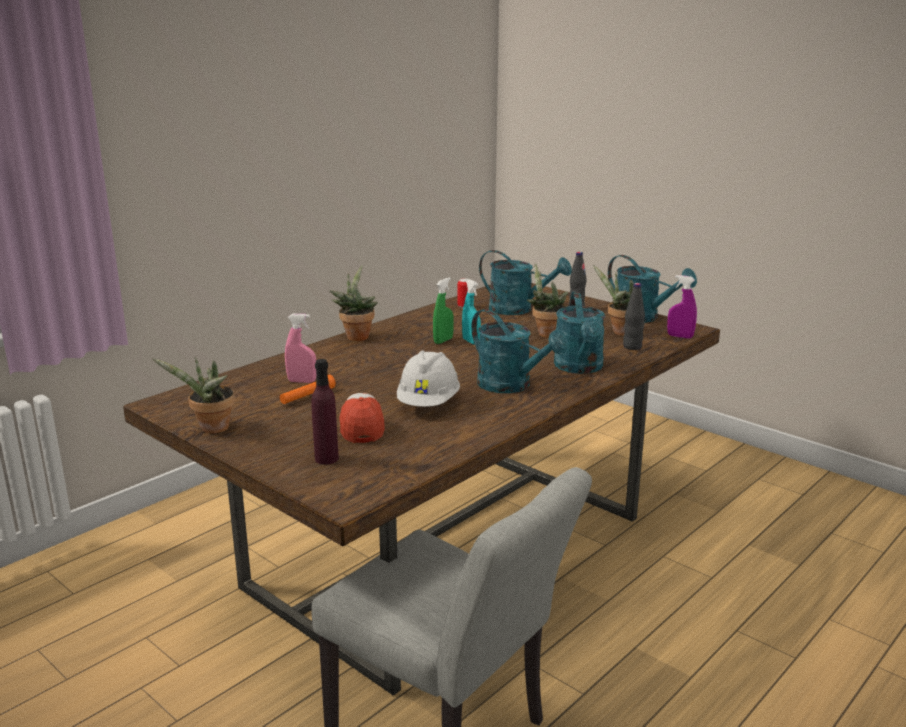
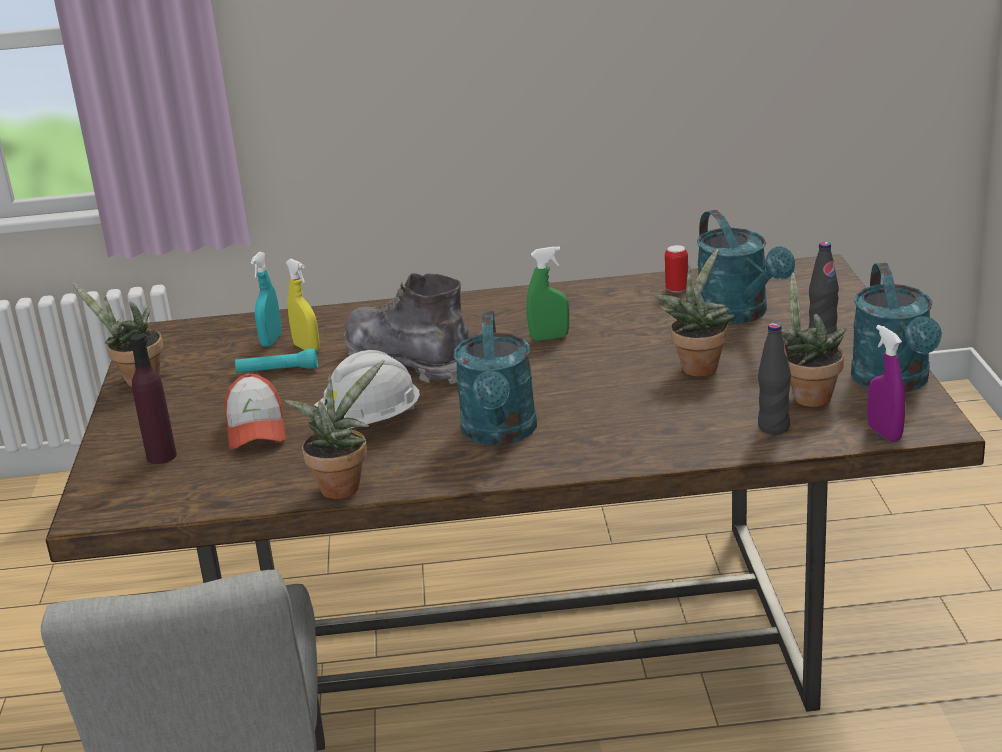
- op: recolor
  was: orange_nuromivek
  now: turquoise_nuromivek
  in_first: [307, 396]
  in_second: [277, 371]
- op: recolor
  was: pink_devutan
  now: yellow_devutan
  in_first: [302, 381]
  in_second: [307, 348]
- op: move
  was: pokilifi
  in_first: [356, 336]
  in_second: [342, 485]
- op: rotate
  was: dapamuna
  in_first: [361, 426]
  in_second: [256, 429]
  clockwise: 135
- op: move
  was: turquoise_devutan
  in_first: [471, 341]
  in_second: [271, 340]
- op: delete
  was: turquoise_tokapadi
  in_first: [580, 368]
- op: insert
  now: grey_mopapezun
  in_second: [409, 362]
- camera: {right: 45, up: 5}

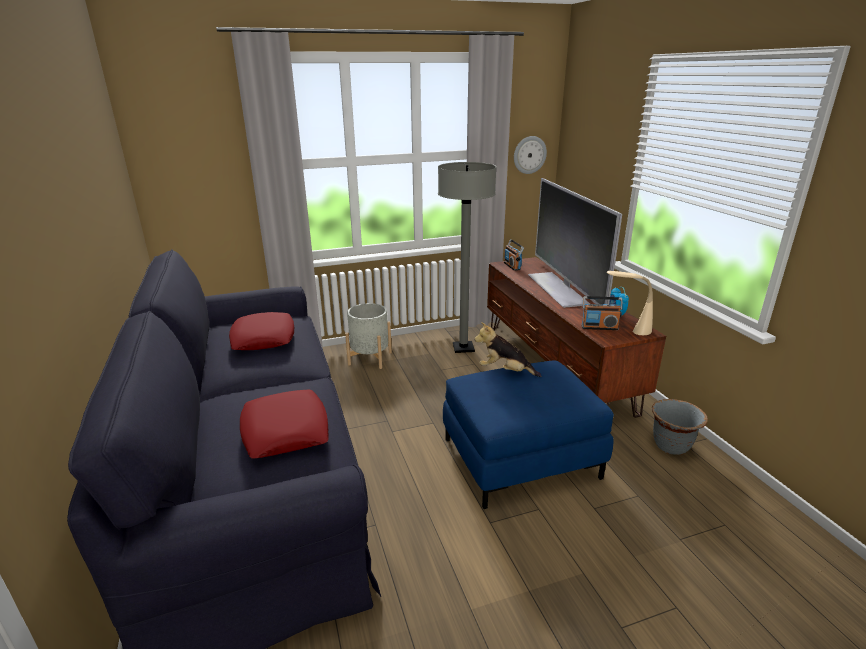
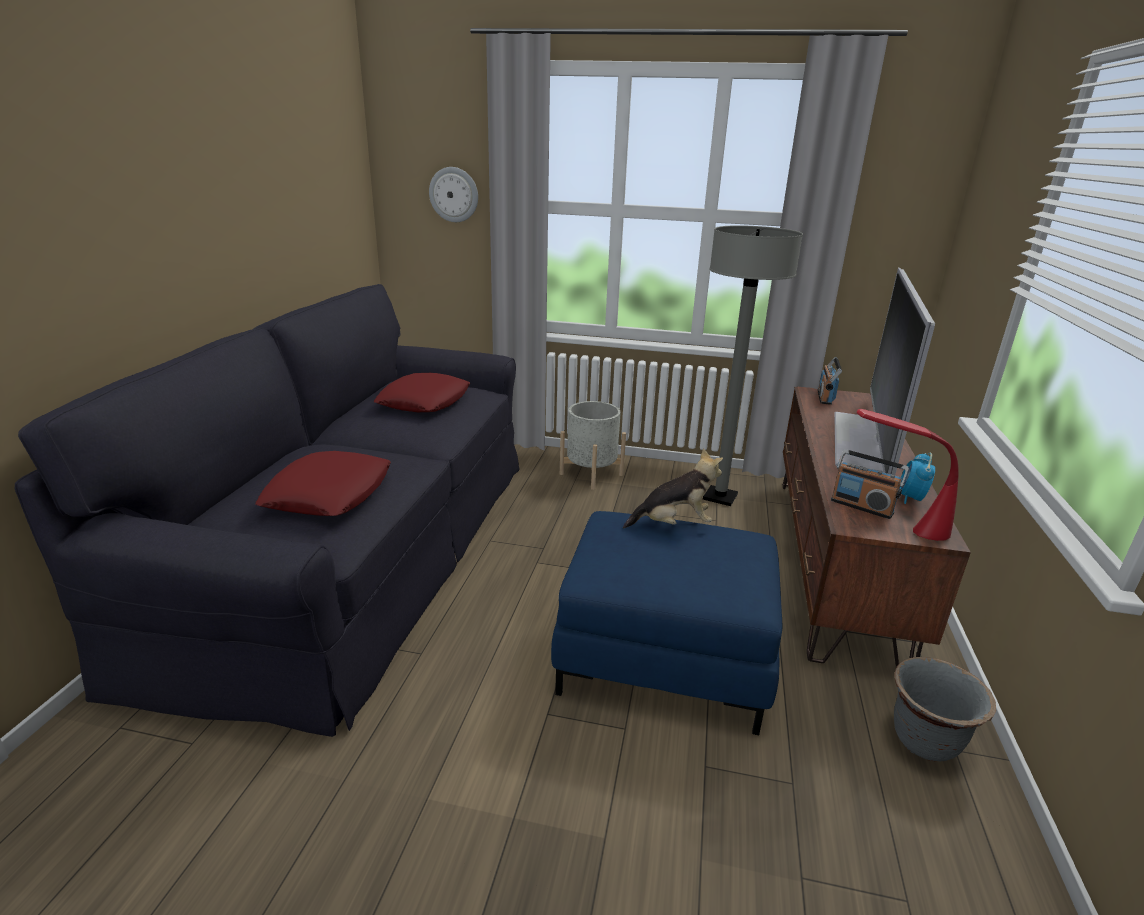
- op: rotate
  was: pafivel
  in_first: [505, 371]
  in_second: [673, 524]
  clockwise: 120
- op: move
  was: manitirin
  in_first: [529, 155]
  in_second: [454, 194]
- op: recolor
  was: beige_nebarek
  now: red_nebarek
  in_first: [624, 336]
  in_second: [889, 530]
- camera: {right: 30, up: 0}

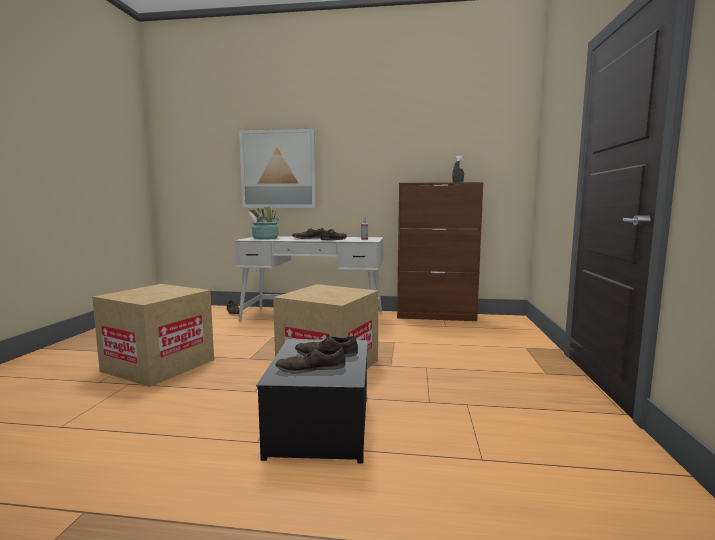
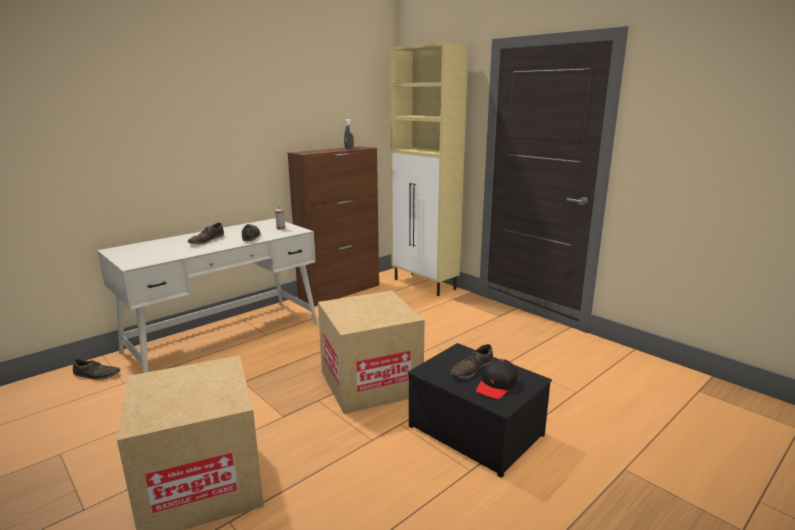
- op: delete
  was: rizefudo
  in_first: [278, 169]
- op: delete
  was: pokilifi
  in_first: [265, 238]
- op: replace
  was: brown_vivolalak
  now: black_dapamuna
  in_first: [311, 368]
  in_second: [496, 385]
- op: insert
  now: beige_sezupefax
  in_second: [425, 284]
- camera: {right: -50, up: 10}

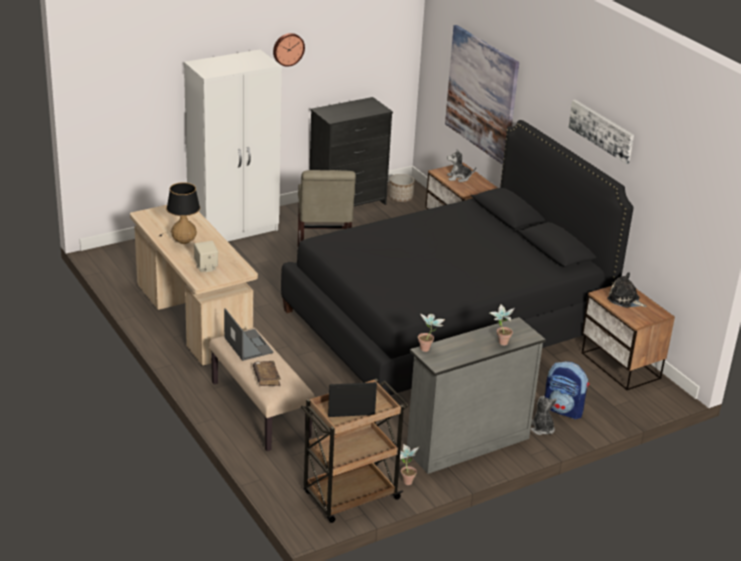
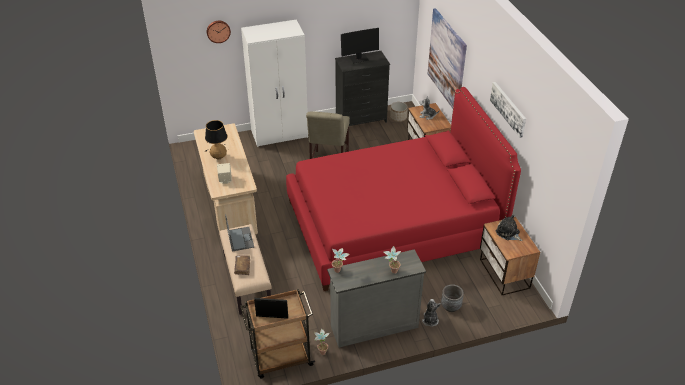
- op: move
  was: manitirin
  in_first: [288, 49]
  in_second: [218, 31]
- op: recolor
  was: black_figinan
  now: red_figinan
  in_first: [446, 324]
  in_second: [393, 225]
- op: replace
  was: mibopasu
  now: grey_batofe
  in_first: [563, 410]
  in_second: [451, 306]
- op: insert
  now: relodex
  in_second: [359, 59]
- camera: {right: 15, up: 10}

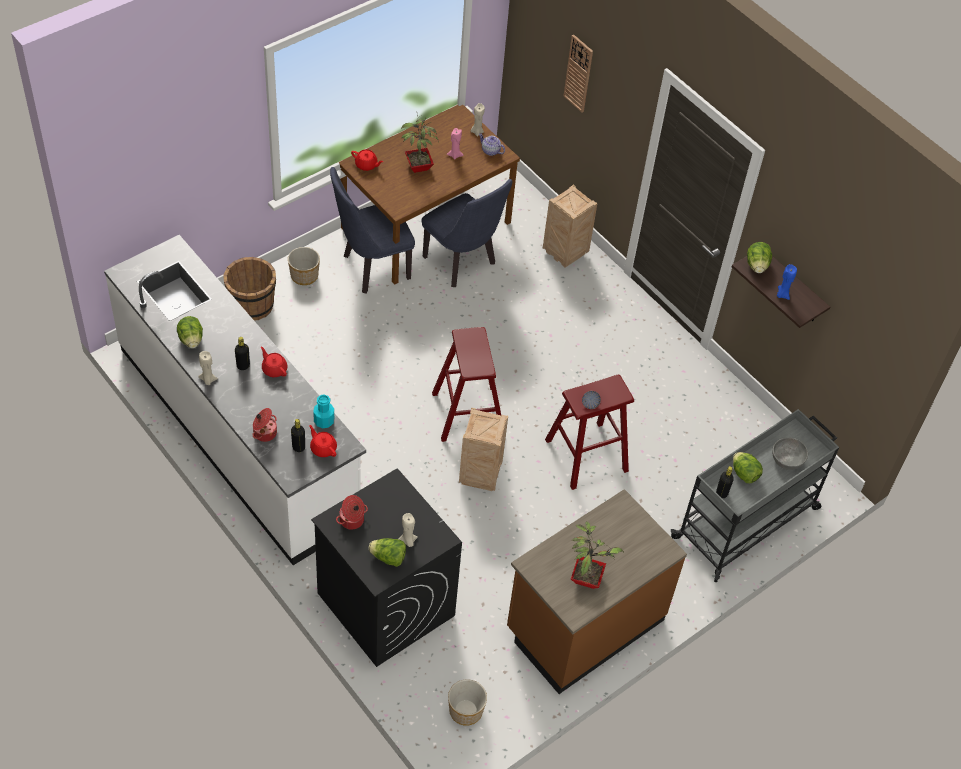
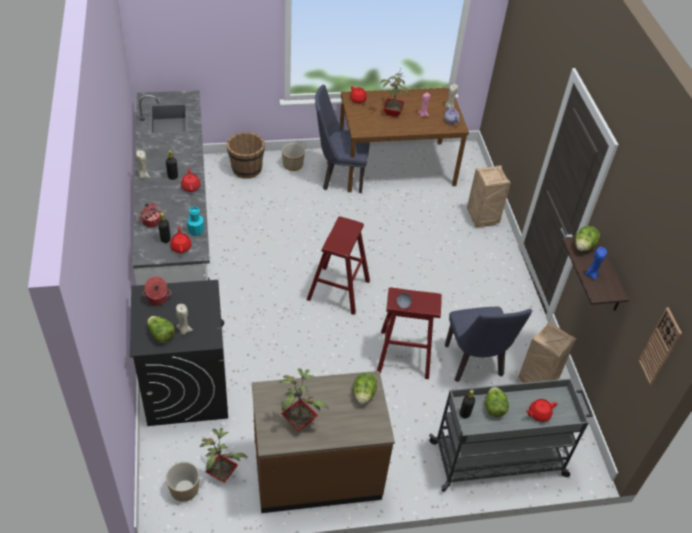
- op: move
  was: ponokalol
  in_first: [191, 340]
  in_second: [363, 394]
- op: move
  was: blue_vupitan
  in_first: [463, 264]
  in_second: [475, 365]
- op: move
  was: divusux
  in_first: [479, 474]
  in_second: [537, 379]
- op: move
  was: manitirin
  in_first: [578, 73]
  in_second: [660, 347]
- op: replace
  was: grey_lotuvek
  now: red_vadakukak
  in_first: [787, 459]
  in_second: [538, 414]
- op: insert
  now: pokilifi
  in_second: [223, 473]
- camera: {right: 30, up: -5}

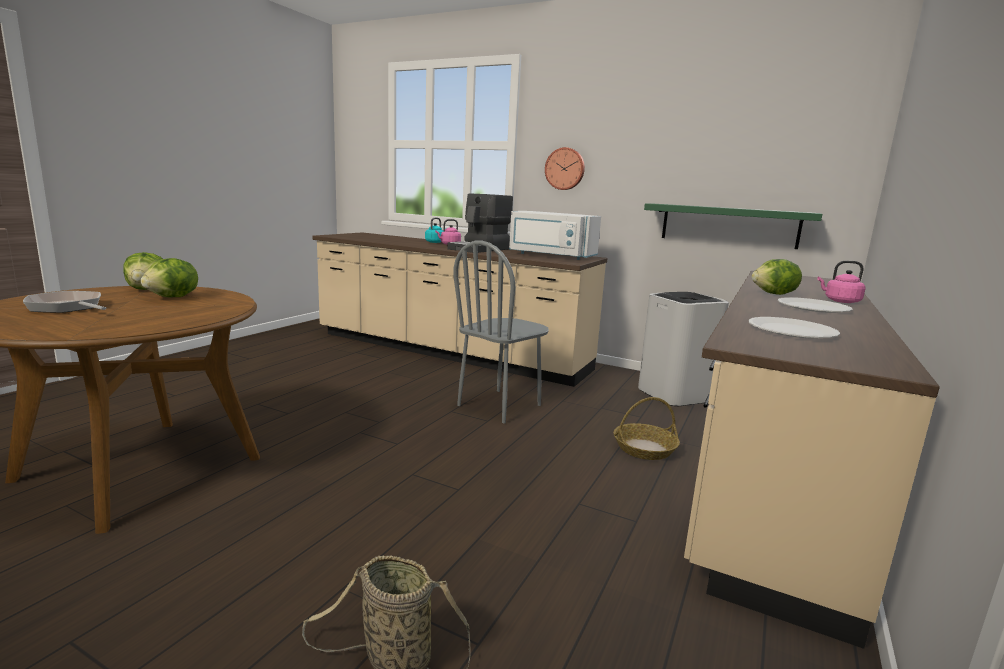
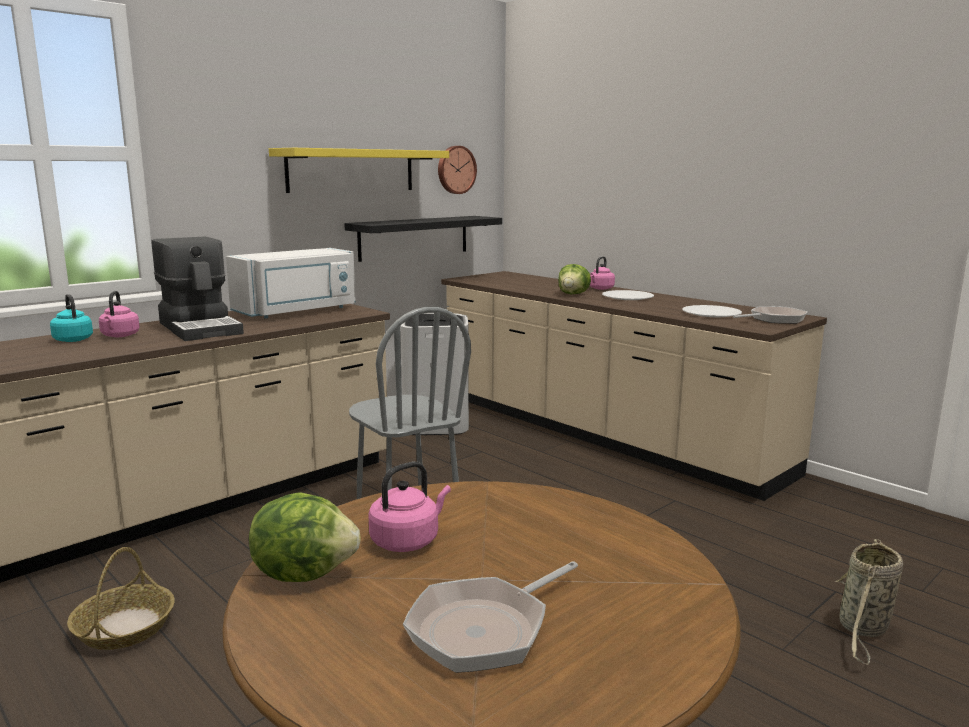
- op: replace
  was: ponokalol
  now: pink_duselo
  in_first: [174, 297]
  in_second: [408, 540]
- op: move
  was: manitirin
  in_first: [565, 169]
  in_second: [455, 170]
- op: move
  was: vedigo
  in_first: [644, 448]
  in_second: [124, 627]
- op: recolor
  was: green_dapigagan
  now: black_dapigagan
  in_first: [729, 225]
  in_second: [414, 237]
- op: insert
  now: yellow_dapigagan
  in_second: [351, 170]
- op: insert
  now: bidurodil
  in_second: [774, 319]
- camera: {right: -70, up: 0}

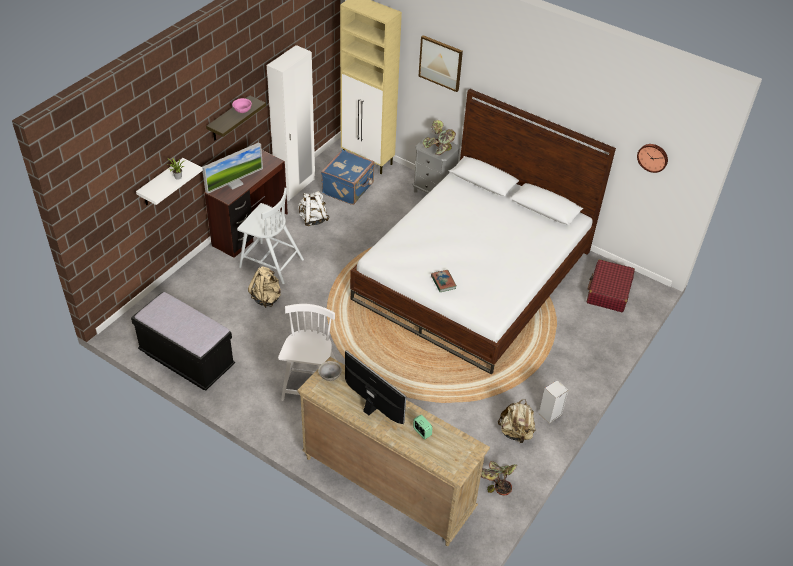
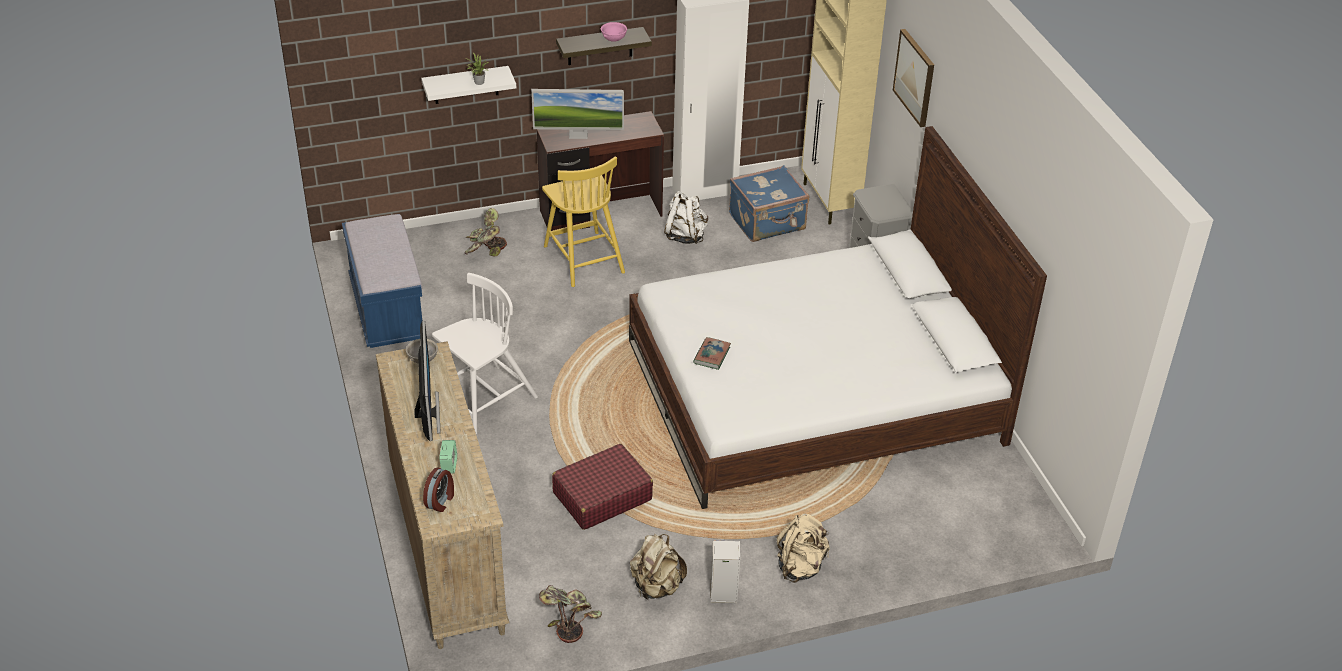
- op: recolor
  was: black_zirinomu
  now: blue_zirinomu
  in_first: [187, 360]
  in_second: [387, 310]
- op: recolor
  was: white_vupitan
  now: yellow_vupitan
  in_first: [270, 262]
  in_second: [583, 258]
- op: move
  was: beige_mibopasu
  in_first: [266, 298]
  in_second: [800, 567]
- op: move
  was: pokilifi
  in_first: [439, 149]
  in_second: [484, 250]
- op: move
  was: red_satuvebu
  in_first: [608, 292]
  in_second: [601, 496]
- op: delete
  was: manitirin
  in_first: [653, 157]
- op: insert
  now: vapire
  in_second: [440, 501]
- camera: {right: 40, up: -5}

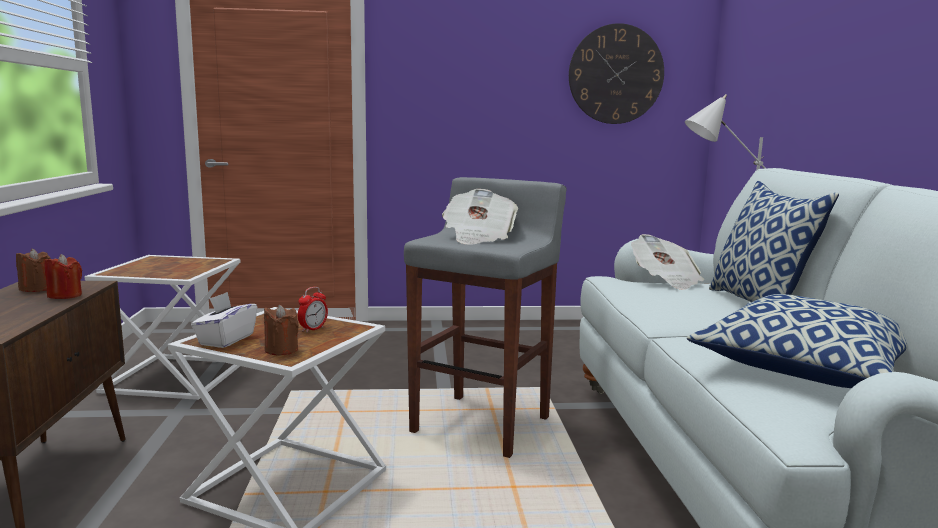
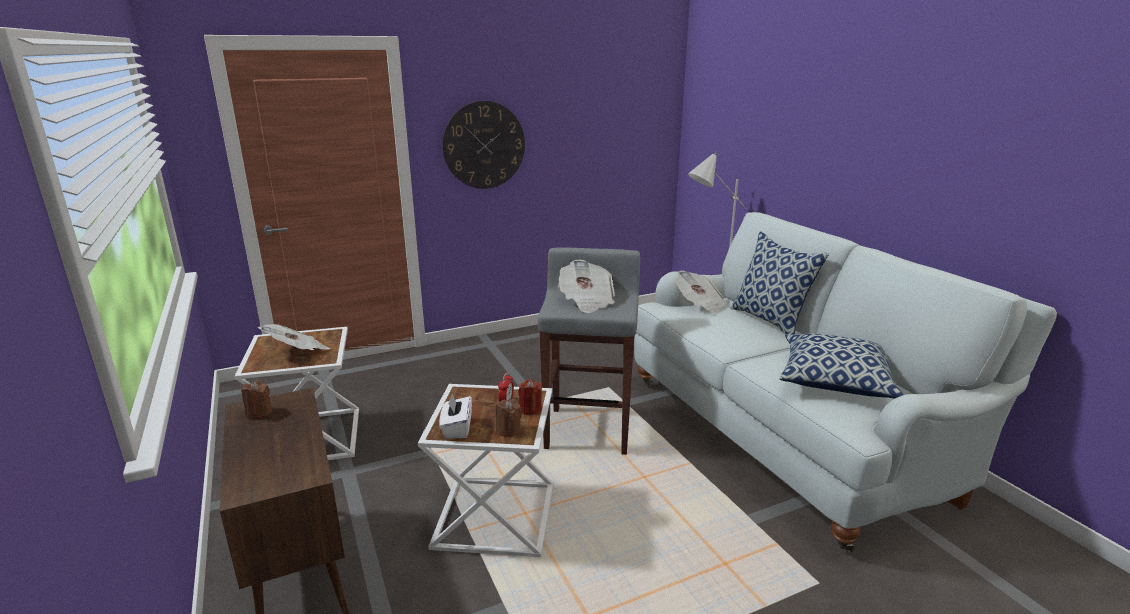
- op: move
  was: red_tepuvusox
  in_first: [65, 295]
  in_second: [530, 409]
- op: move
  was: manitirin
  in_first: [616, 74]
  in_second: [484, 145]
- op: insert
  now: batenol
  in_second: [298, 352]
- camera: {right: -20, up: 10}

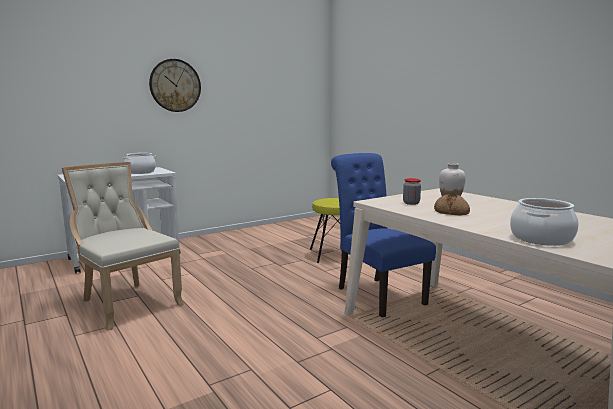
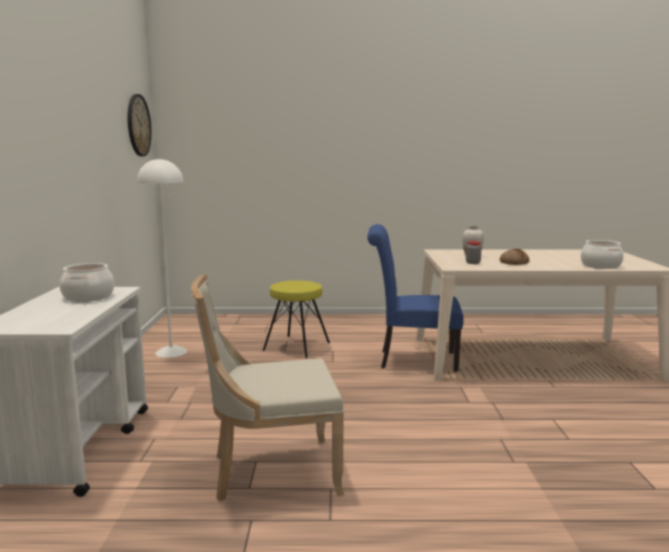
- op: move
  was: manitirin
  in_first: [175, 85]
  in_second: [138, 125]
- op: insert
  now: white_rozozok
  in_second: [171, 352]
- camera: {right: -55, up: 0}

